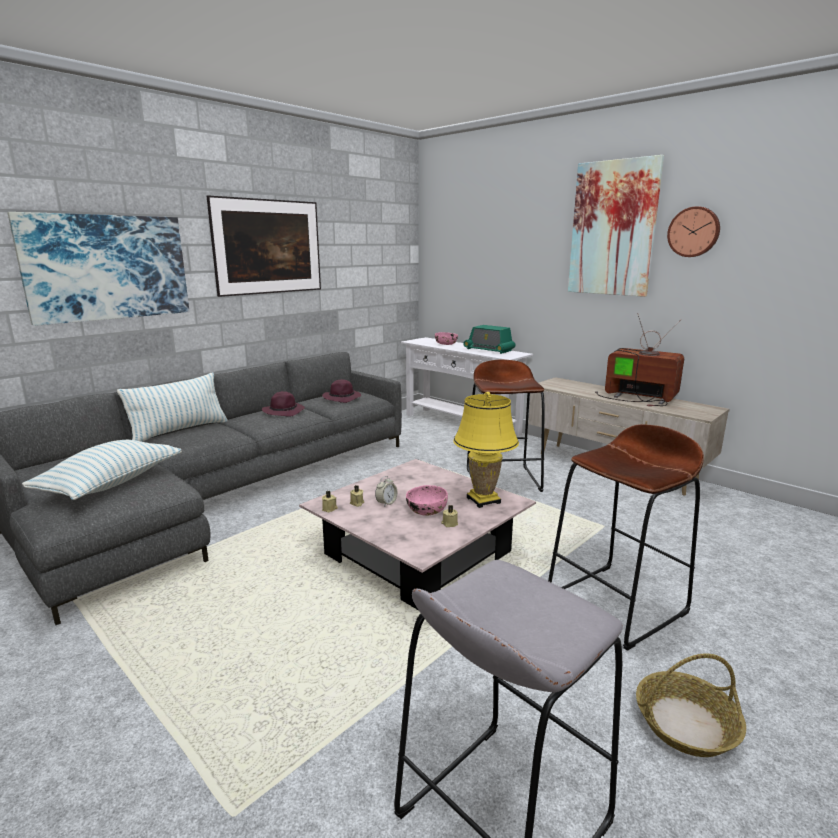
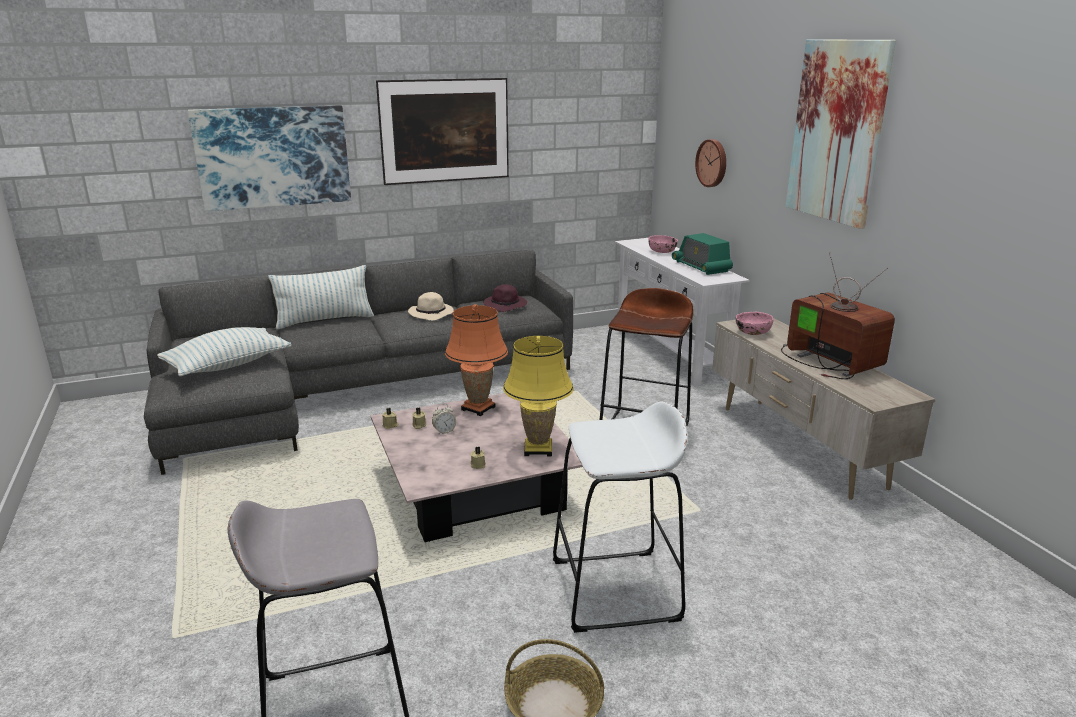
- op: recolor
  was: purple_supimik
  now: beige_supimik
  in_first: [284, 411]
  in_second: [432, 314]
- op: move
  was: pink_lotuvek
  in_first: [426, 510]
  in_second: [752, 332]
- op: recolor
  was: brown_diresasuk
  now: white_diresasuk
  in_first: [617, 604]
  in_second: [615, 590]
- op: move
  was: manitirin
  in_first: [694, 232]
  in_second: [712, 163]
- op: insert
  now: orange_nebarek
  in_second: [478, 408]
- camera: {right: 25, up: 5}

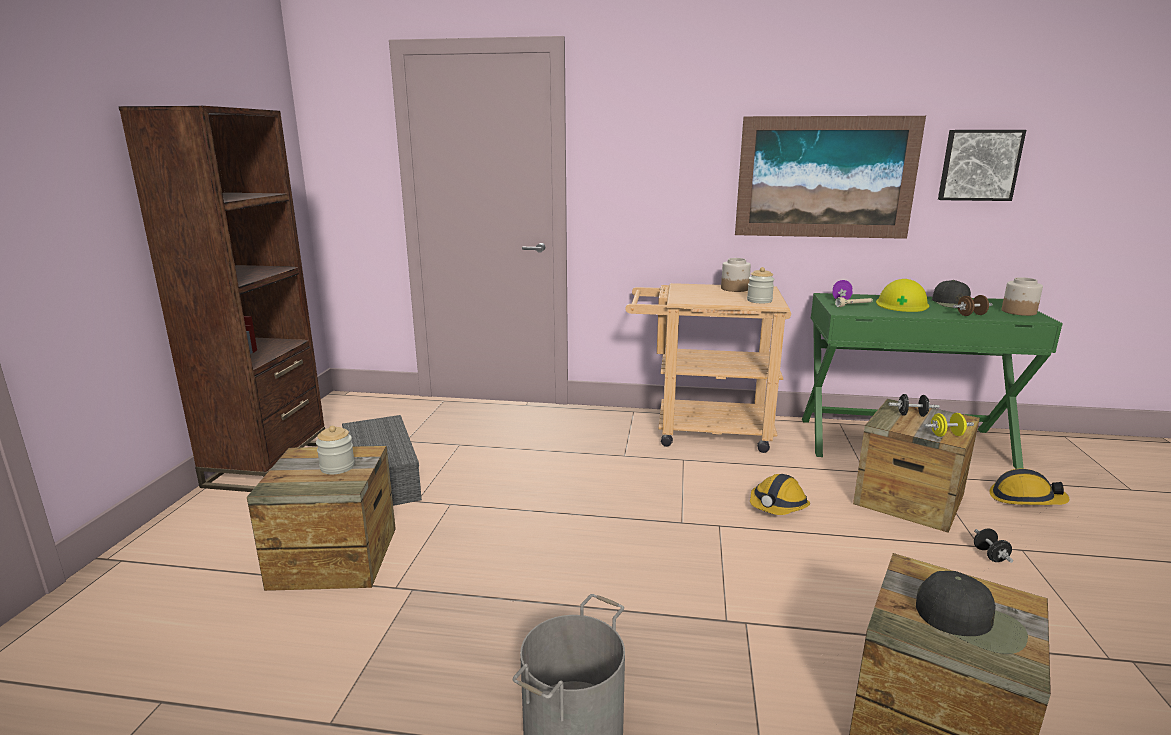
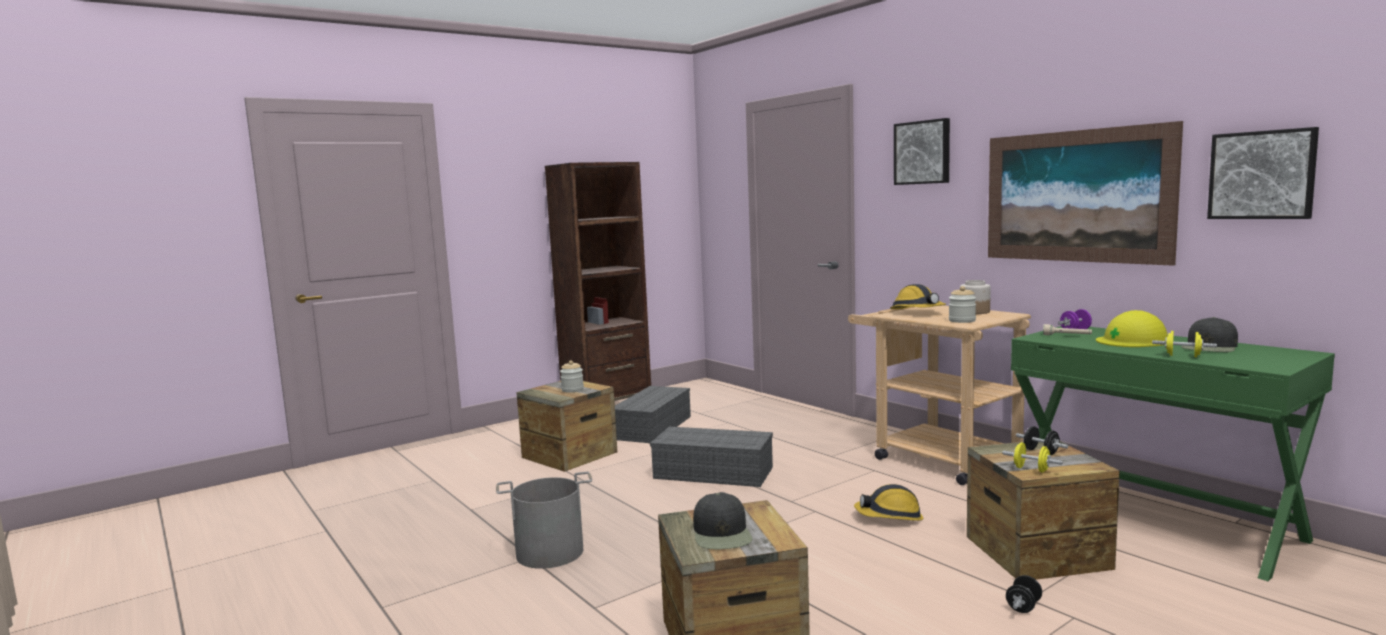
- op: recolor
  was: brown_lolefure
  now: yellow_lolefure
  in_first: [971, 315]
  in_second: [1183, 356]
- op: move
  was: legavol
  in_first: [1025, 499]
  in_second: [917, 312]
- op: delete
  was: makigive
  in_first: [1018, 312]
- op: insert
  now: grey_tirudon
  in_second: [715, 472]
- op: insert
  now: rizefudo
  in_second: [923, 152]
- camera: {right: 45, up: -10}

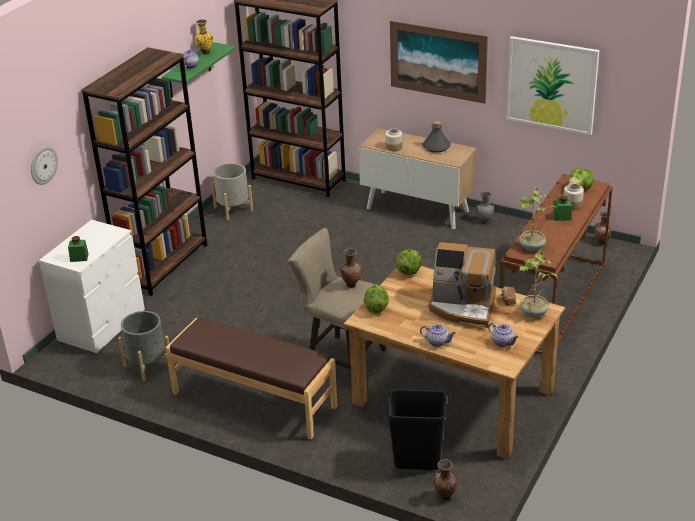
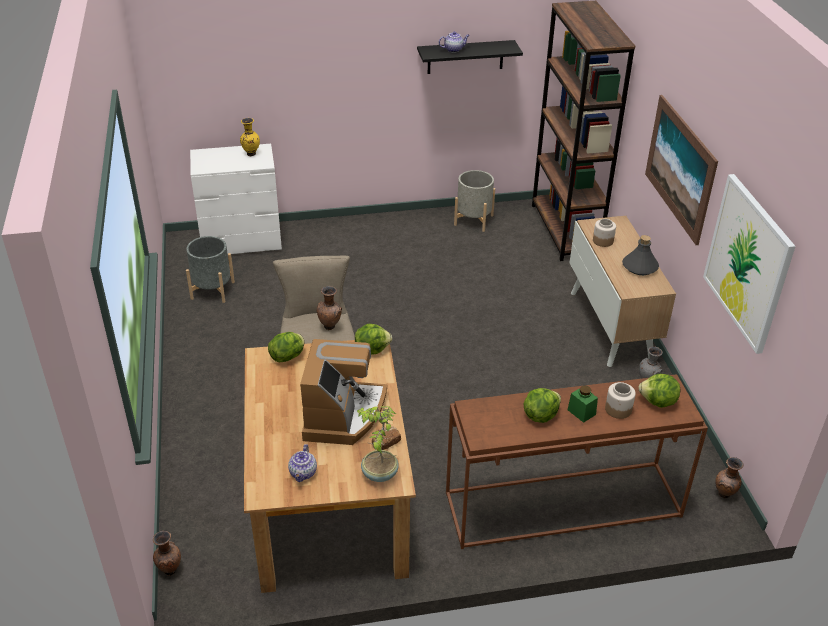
- op: delete
  was: manitirin
  in_first: [43, 165]
- op: delete
  was: green_makigive
  in_first: [79, 257]
- op: delete
  was: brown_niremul
  in_first: [163, 265]
- op: recolor
  was: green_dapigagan
  now: black_dapigagan
  in_first: [189, 71]
  in_second: [465, 57]
- op: delete
  was: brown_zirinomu
  in_first: [253, 400]
- op: move
  was: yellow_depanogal
  in_first: [205, 53]
  in_second: [251, 154]
- op: delete
  was: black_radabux
  in_first: [416, 461]
- op: delete
  was: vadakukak
  in_first: [438, 342]
- op: rotate
  was: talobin
  in_first: [463, 307]
  in_second: [343, 415]
  clockwise: -150
- op: delete
  was: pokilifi
  in_first: [532, 247]
- op: insert
  now: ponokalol
  in_second: [540, 415]
- camera: {right: 50, up: 5}

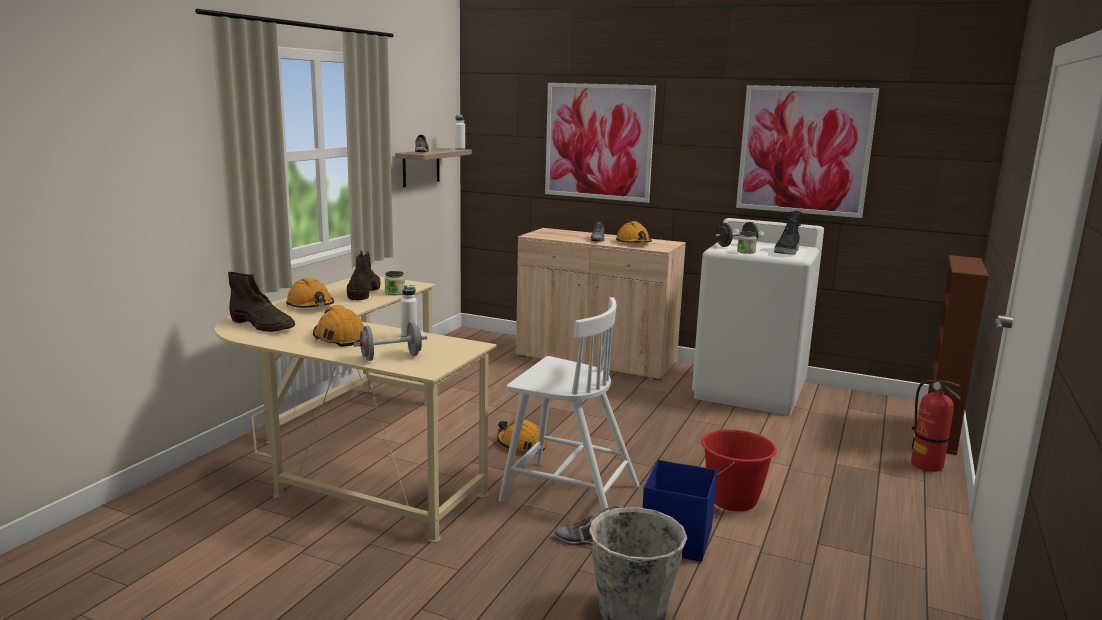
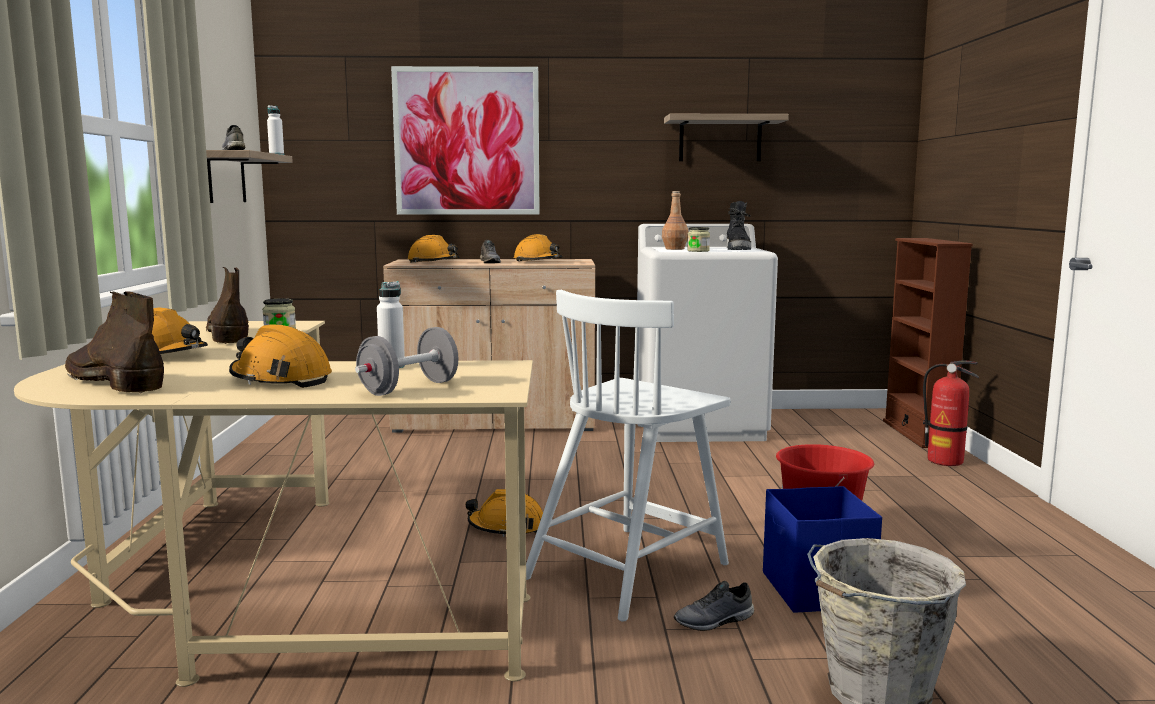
- op: rotate
  was: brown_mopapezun
  in_first: [263, 325]
  in_second: [113, 382]
  clockwise: -150
- op: rotate
  was: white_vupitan
  in_first: [567, 492]
  in_second: [628, 569]
  clockwise: 135
- op: replace
  was: black_lolefure
  now: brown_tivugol
  in_first: [736, 245]
  in_second: [674, 249]
- op: replace
  was: rizefudo
  now: dapigagan
  in_first: [804, 150]
  in_second: [720, 139]
- op: insert
  now: orange_legavol
  in_second: [433, 263]
- camera: {right: -25, up: -5}

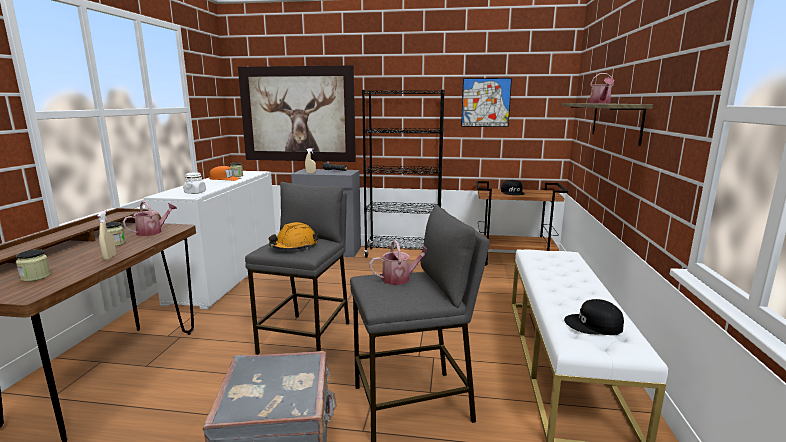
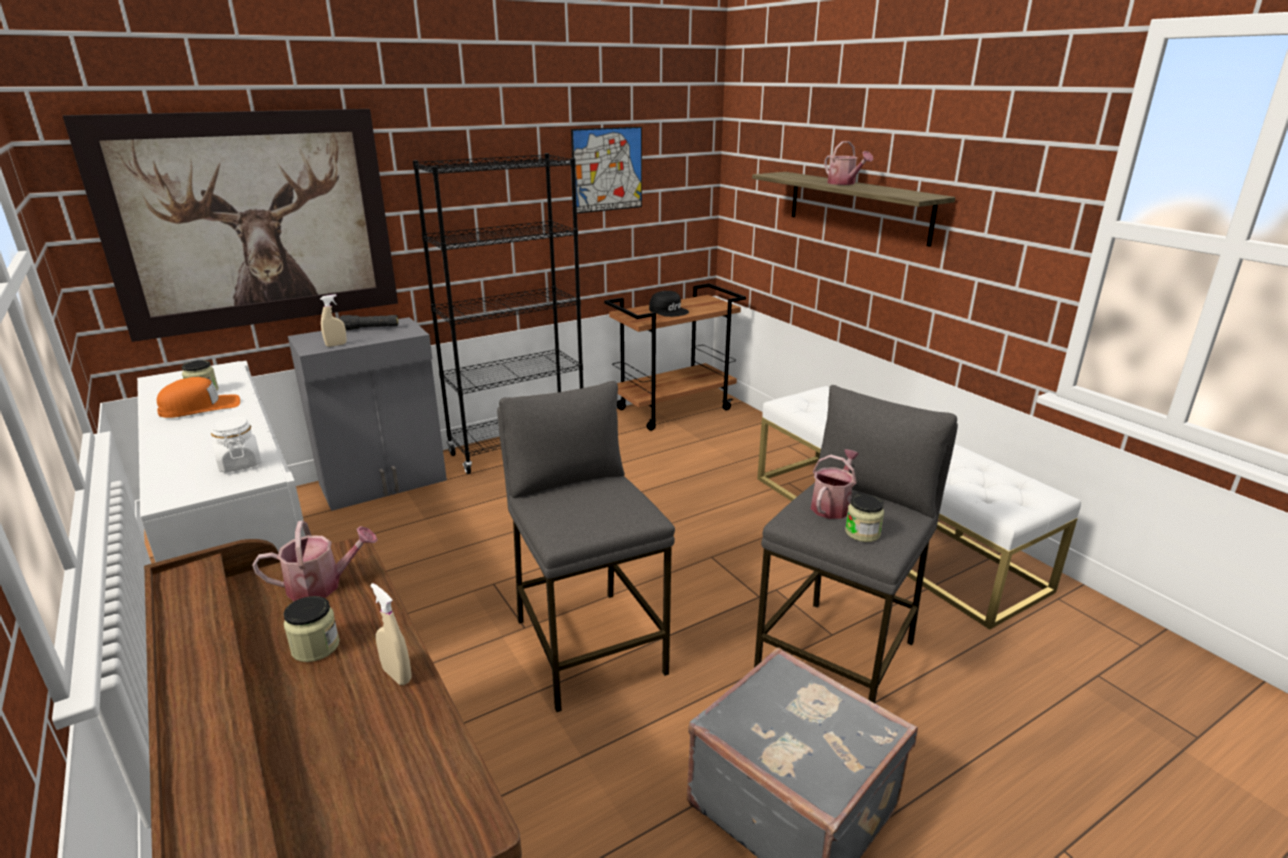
- op: move
  was: makigive
  in_first: [35, 277]
  in_second: [862, 533]
- op: rotate
  was: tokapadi
  in_first: [153, 232]
  in_second: [322, 585]
  clockwise: 75
- op: delete
  was: orange_legavol
  in_first: [294, 246]
- op: delete
  was: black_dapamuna
  in_first: [594, 325]
- camera: {right: -40, up: 10}

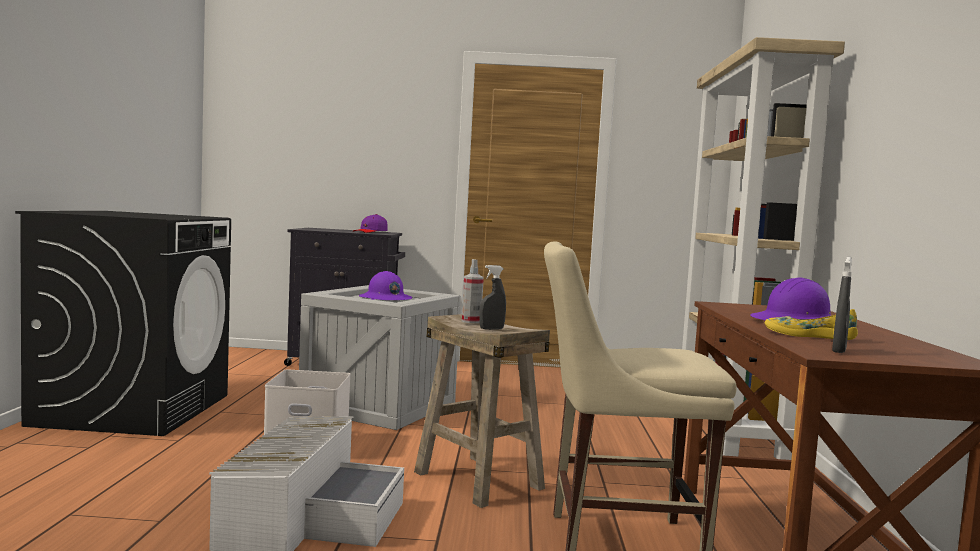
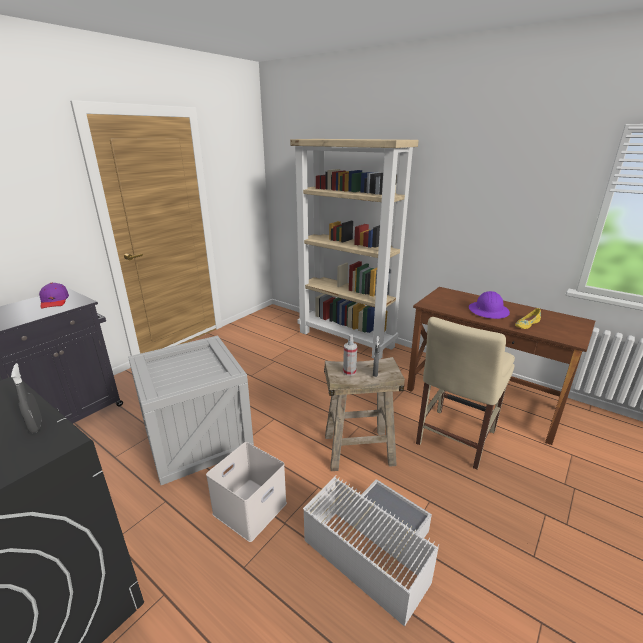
- op: delete
  was: purple_legavol
  in_first: [385, 299]
- op: move
  was: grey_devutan
  in_first: [839, 350]
  in_second: [36, 426]
- camera: {right: -55, up: 20}

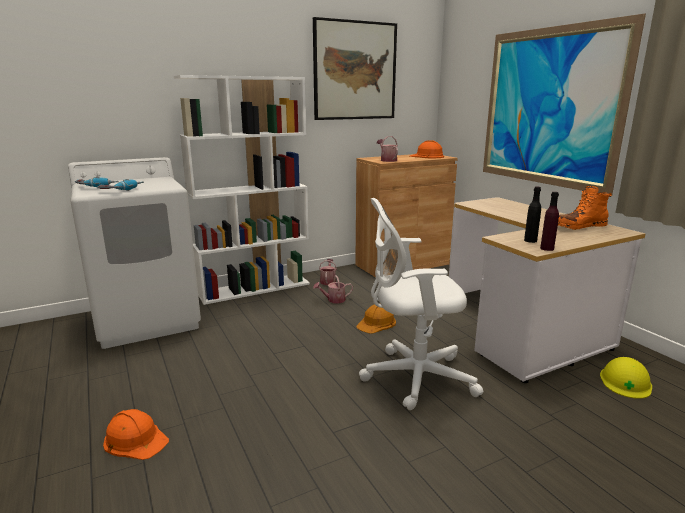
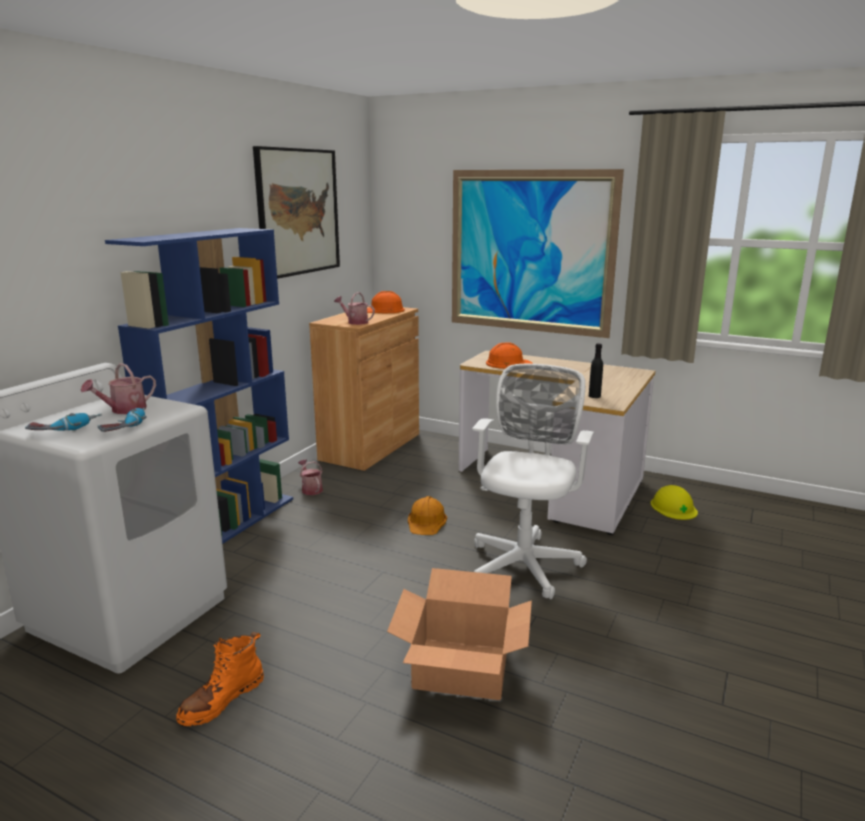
- op: move
  was: orange_legavol
  in_first: [136, 439]
  in_second: [508, 363]
- op: recolor
  was: white_niremul
  now: blue_niremul
  in_first: [255, 288]
  in_second: [228, 524]
- op: move
  was: tokapadi
  in_first: [333, 300]
  in_second: [124, 410]
- op: rotate
  was: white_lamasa
  in_first: [413, 377]
  in_second: [524, 563]
  clockwise: 150
- op: delete
  was: purple_tivugol
  in_first: [547, 248]
- op: move
  was: orange_mopapezun
  in_first: [579, 227]
  in_second: [222, 700]
- op: insert
  now: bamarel
  in_second: [461, 668]
- camera: {right: -35, up: 0}

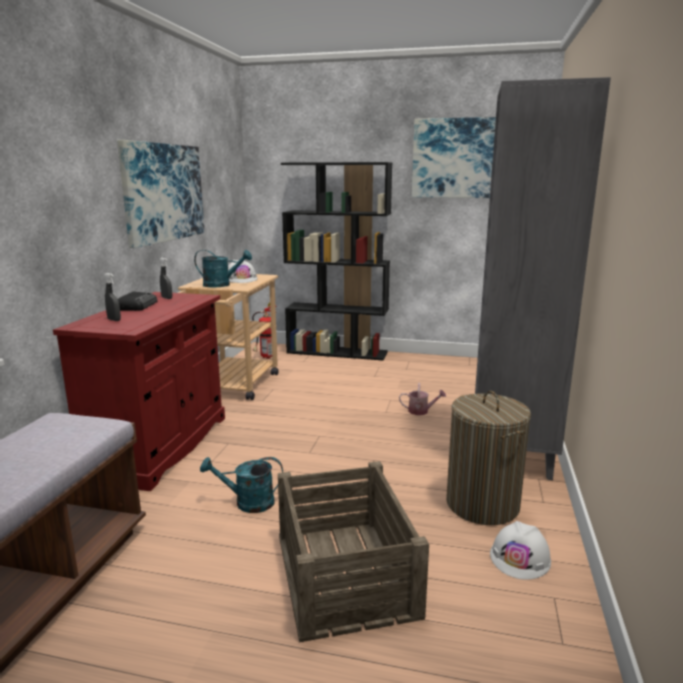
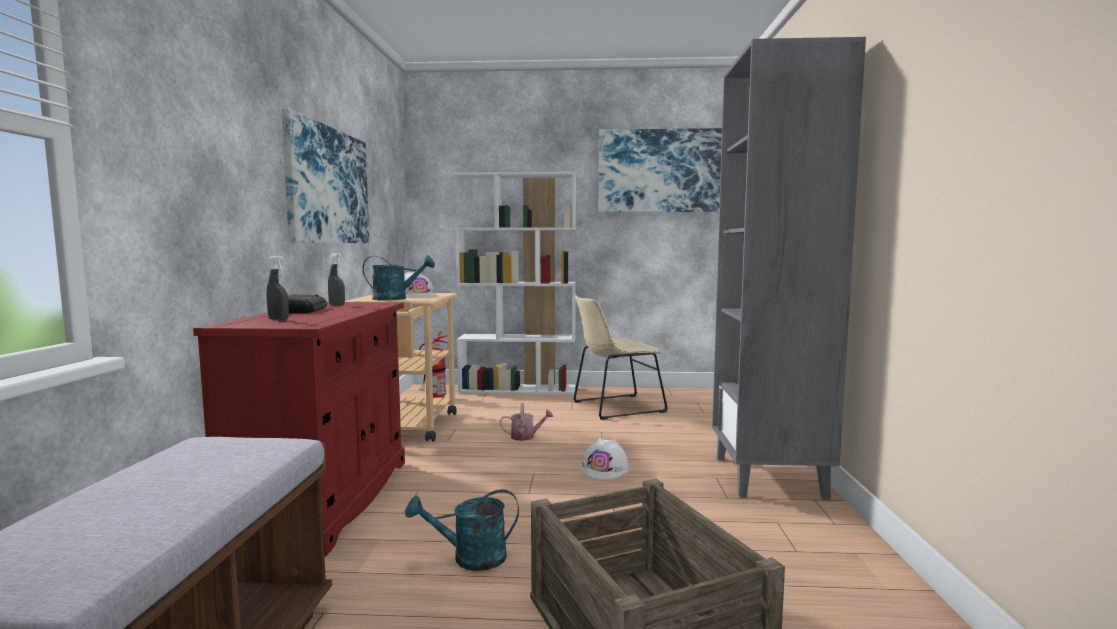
- op: recolor
  was: black_niremul
  now: white_niremul
  in_first: [337, 352]
  in_second: [518, 389]
- op: move
  was: tokapadi
  in_first: [421, 411]
  in_second: [526, 436]
- op: delete
  was: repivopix
  in_first: [482, 504]
- op: move
  was: white_legavol
  in_first: [520, 558]
  in_second: [604, 468]
- op: insert
  now: beige_vupitan
  in_second: [615, 407]
- camera: {right: -10, up: -10}

